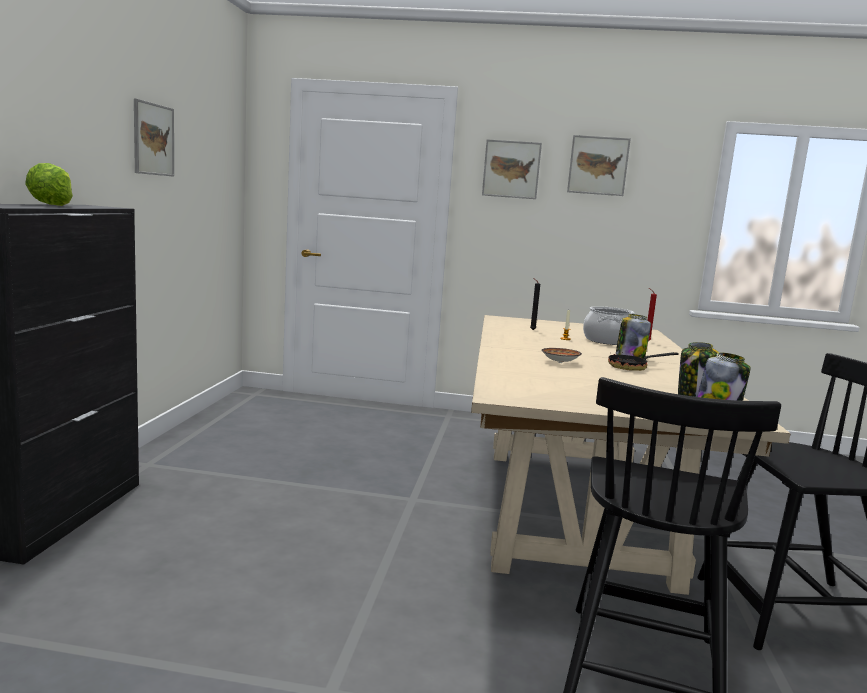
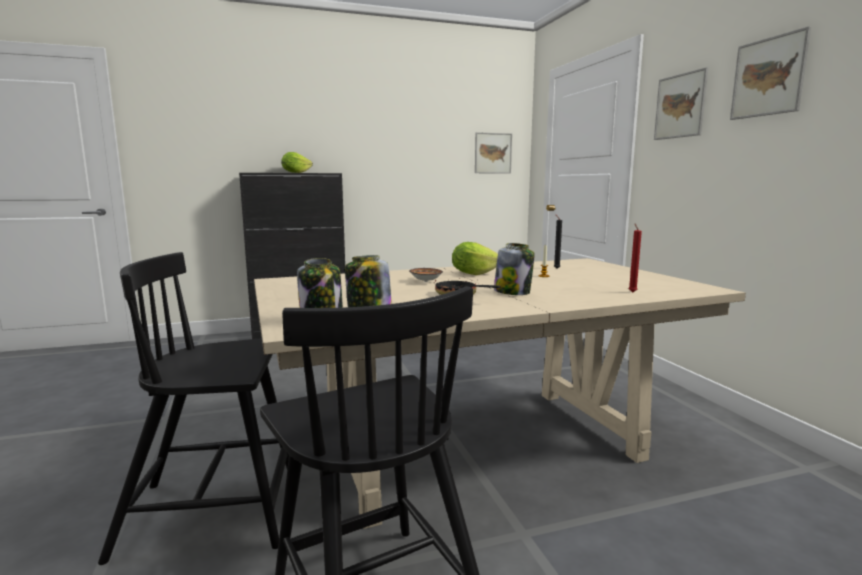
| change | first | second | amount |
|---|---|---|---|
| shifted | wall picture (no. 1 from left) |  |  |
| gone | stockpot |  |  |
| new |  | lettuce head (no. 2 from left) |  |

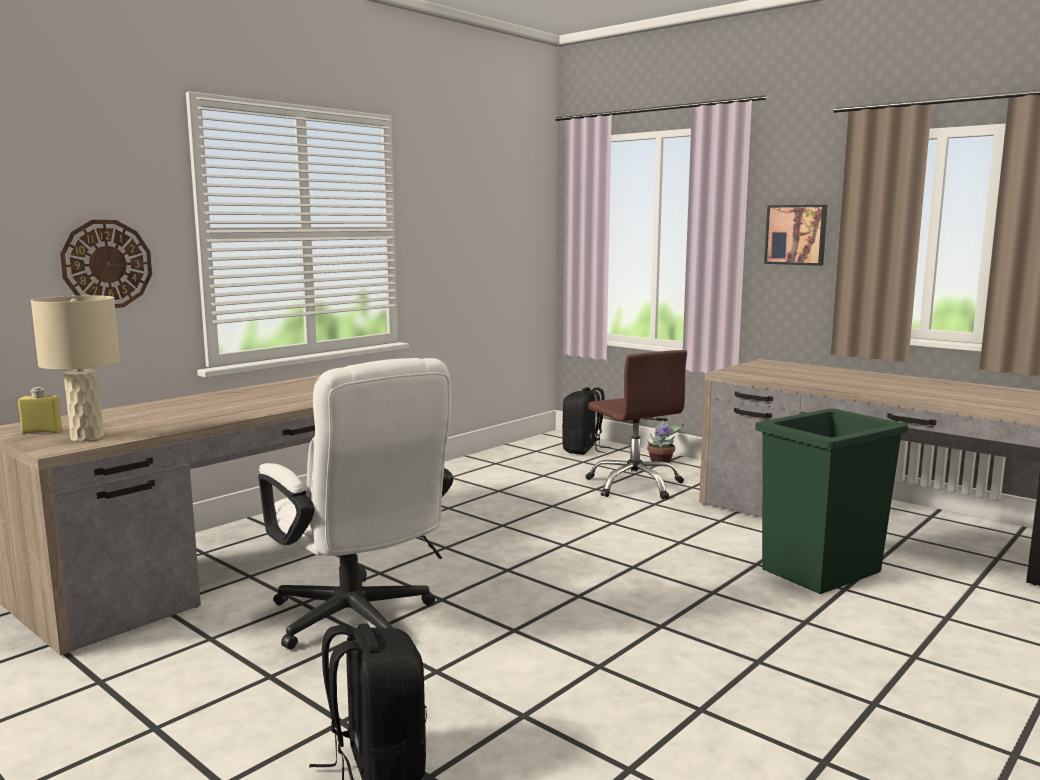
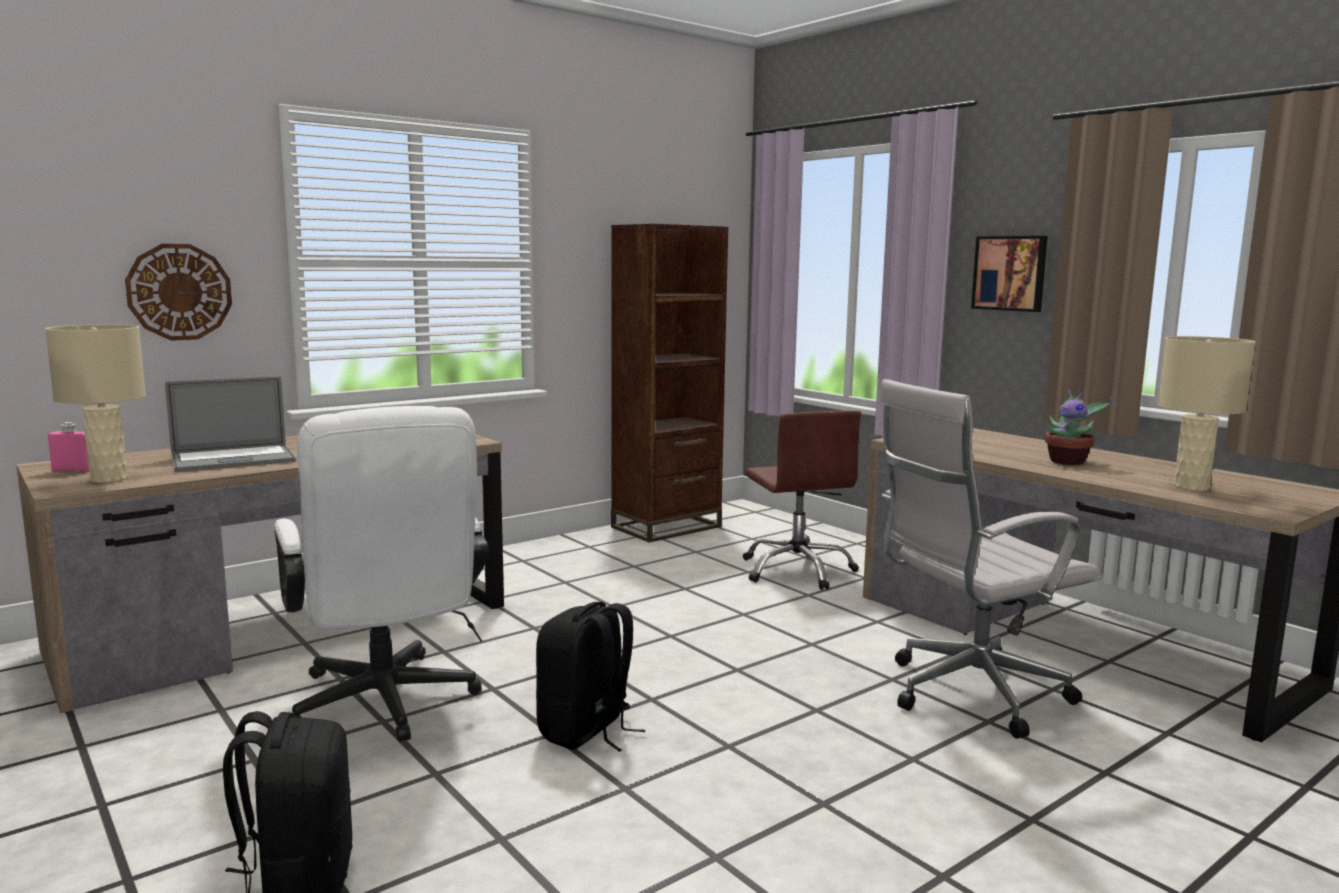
| change | first | second | amount |
|---|---|---|---|
| repainted | beverage bottle in yellowish | beverage bottle in pinkish |  |
| shifted | knapsack in black (no. 2 from left) |  |  |
| swapped | rubbish bin in green-coloured | office chair in whitish (no. 2 from left) |  |
| shifted | plant in a pot |  |  |
| new |  | bookshelf in brownish |  |
| new |  | tabletop lamp in beige-coloured (no. 2 from left) |  |
| new |  | laptop |  |

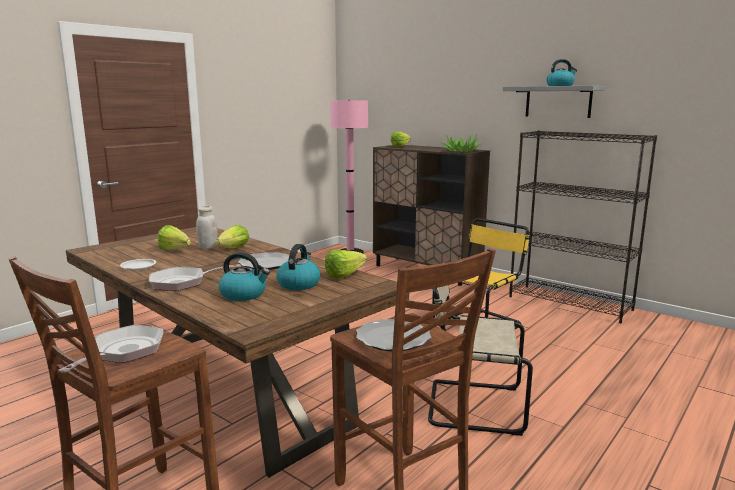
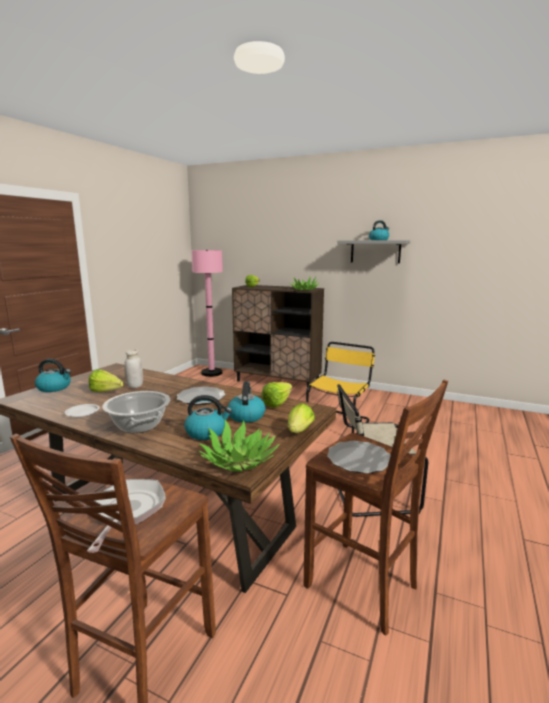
| change | first | second | amount |
|---|---|---|---|
| gone | bookshelf in black |  |  |
| shifted | lettuce head (no. 2 from left in the first image) | lettuce head (no. 4 from left) |  |
| swapped | pan (no. 2 from left) | stockpot |  |
| new |  | water kettle (no. 1 from left) |  |
| new |  | plant in a pot (no. 1 from left) |  |

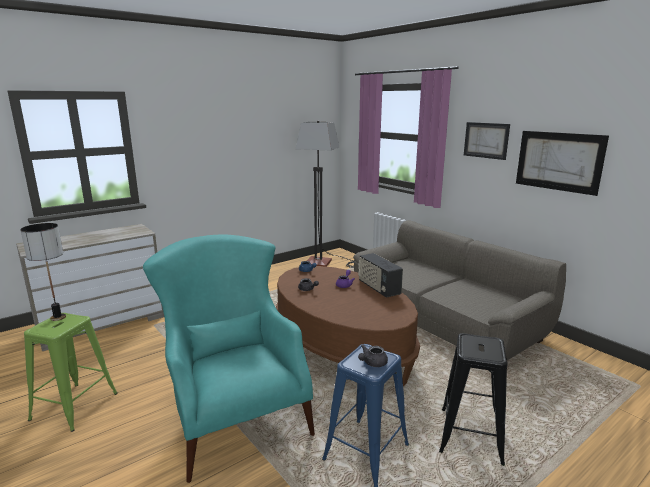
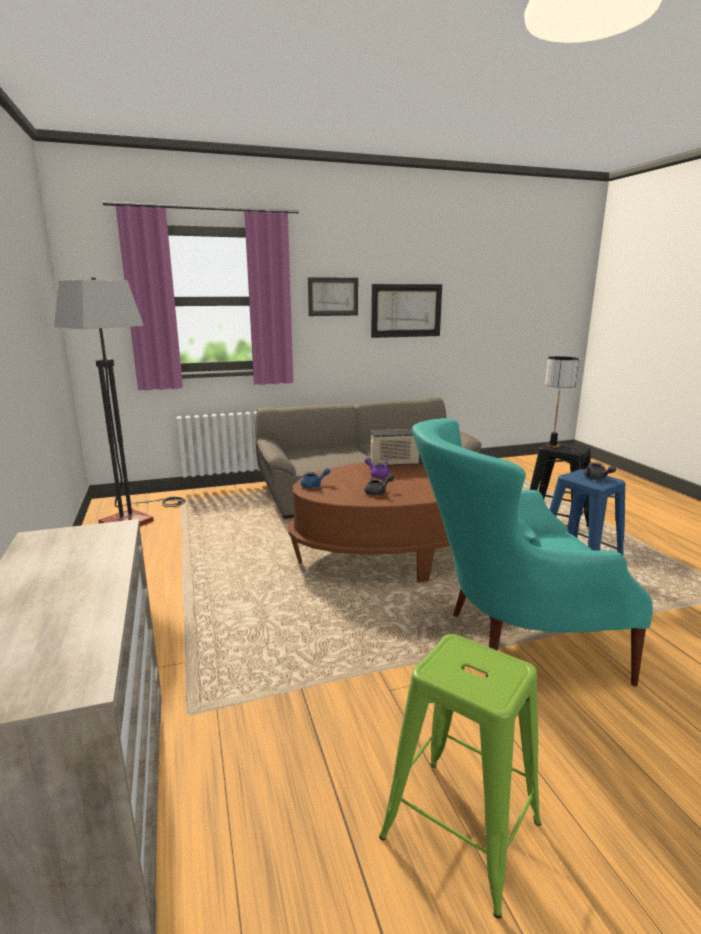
| change | first | second | amount |
|---|---|---|---|
| shifted | tabletop lamp |  |  |

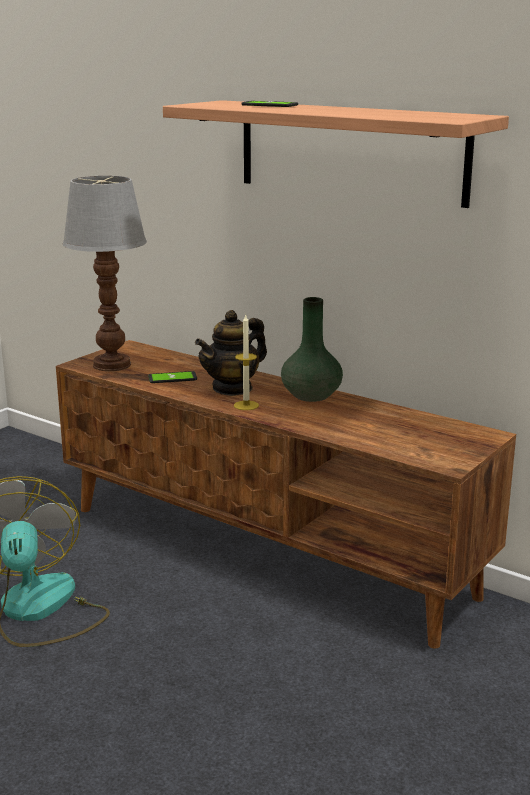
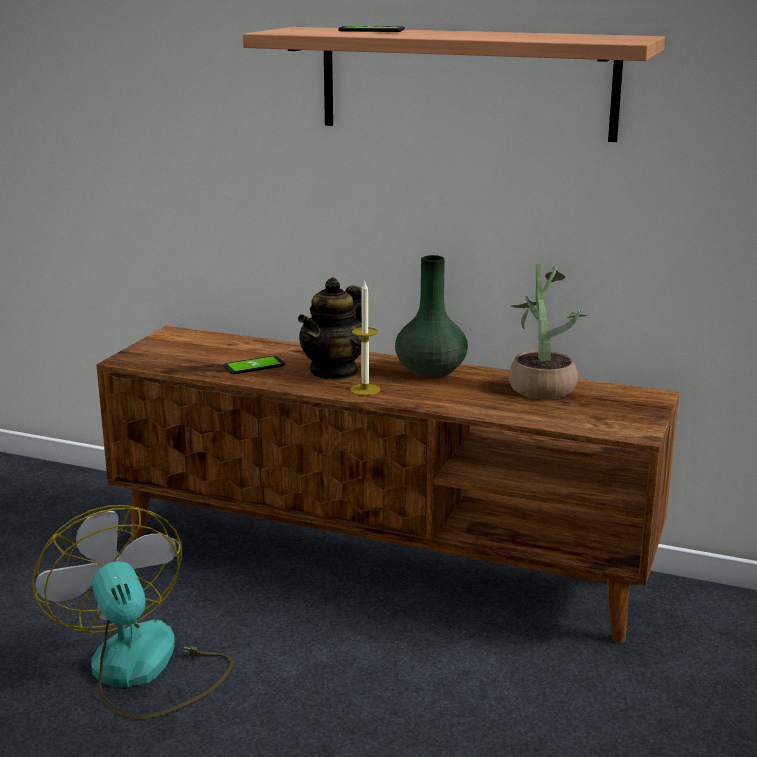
| change | first | second | amount |
|---|---|---|---|
| gone | tabletop lamp |  |  |
| new |  | plant in a pot |  |

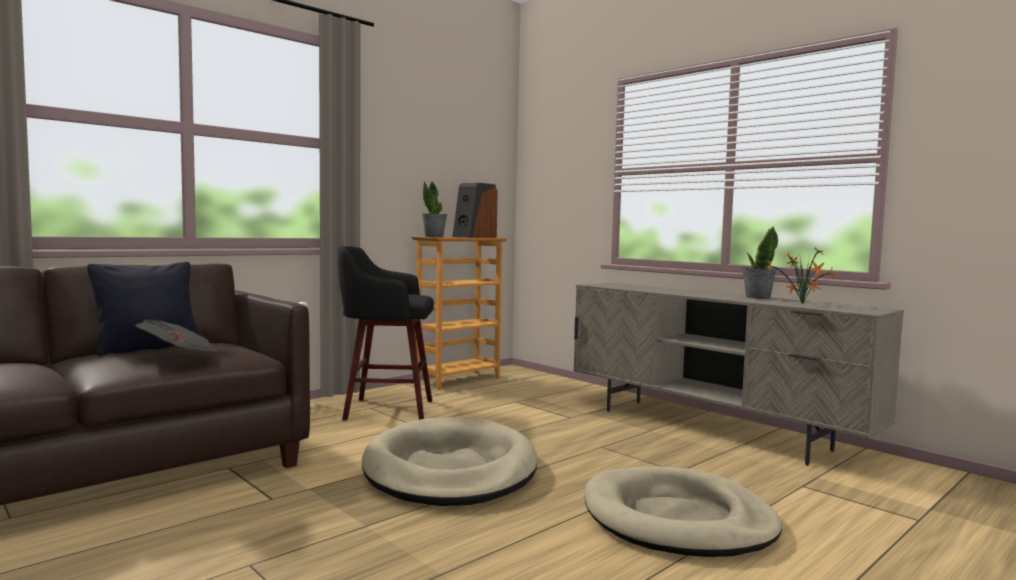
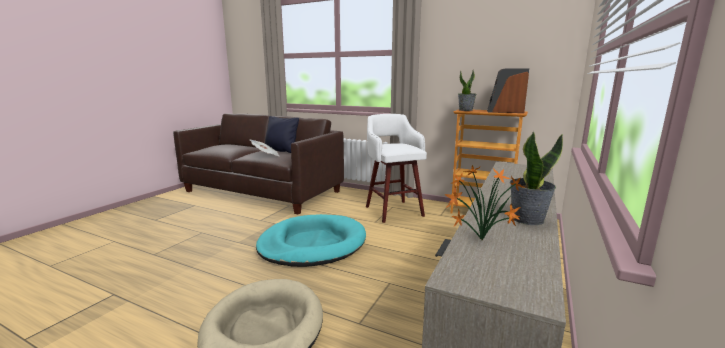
| change | first | second | amount |
|---|---|---|---|
| repainted | stool seat in black | stool seat in whitish |  |
| repainted | dog bed in beige-coloured (no. 1 from left) | dog bed in turquoise |  |

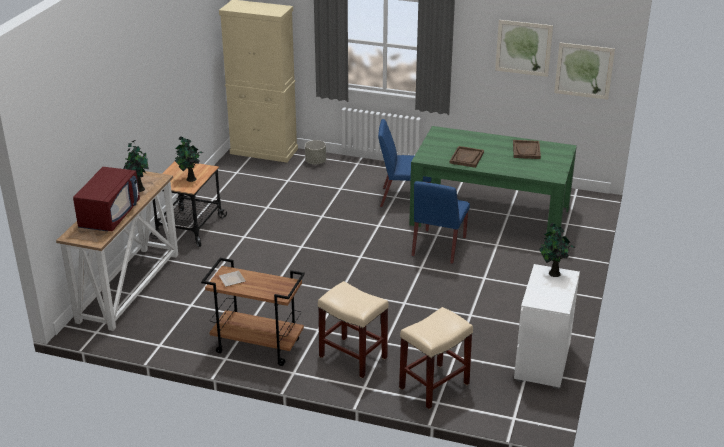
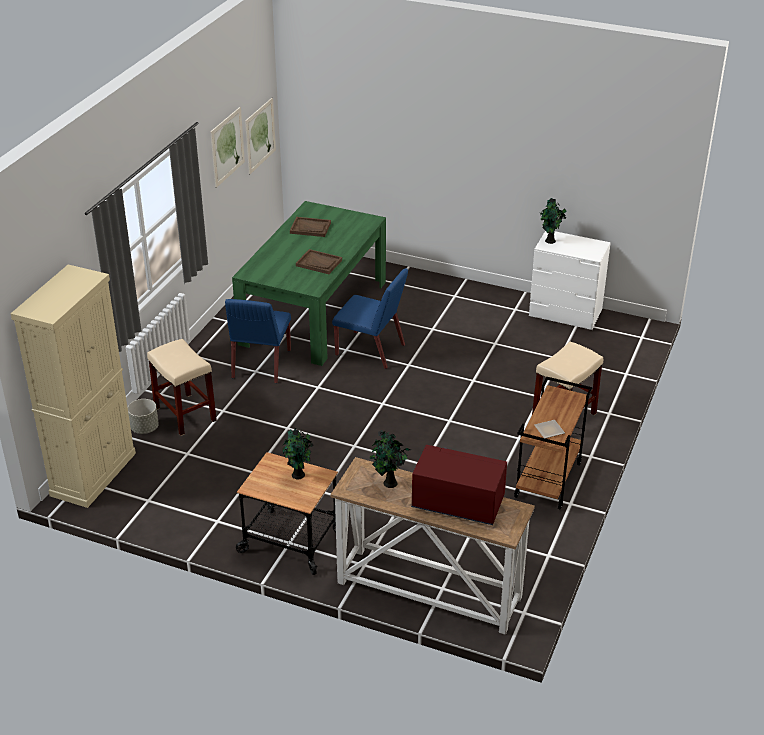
| change | first | second | amount |
|---|---|---|---|
| shifted | stool seat in beige-coloured (no. 2 from left in the first image) | stool seat in beige-coloured (no. 1 from left) |  |

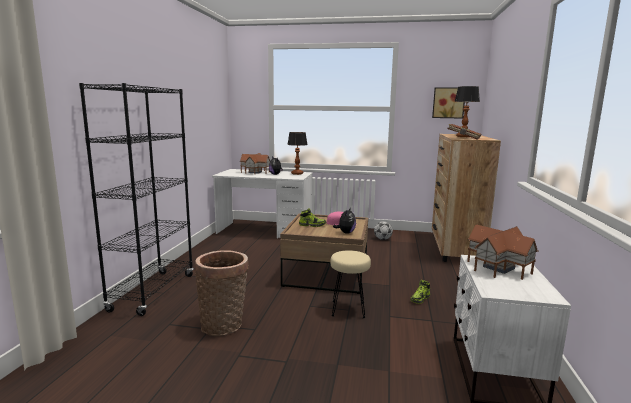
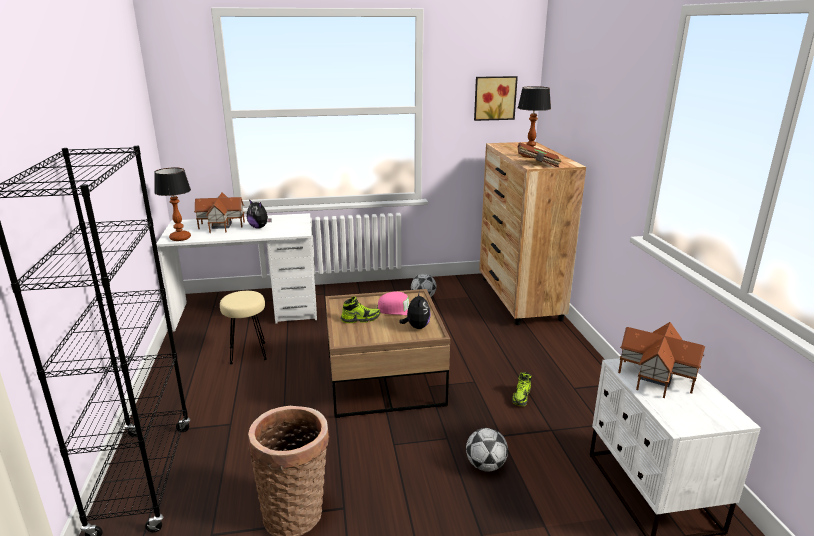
| change | first | second | amount |
|---|---|---|---|
| shifted | tabletop lamp (no. 1 from left) |  |  |
| shifted | stool seat in beige-coloured |  |  |
| new |  | football ball (no. 2 from left) |  |

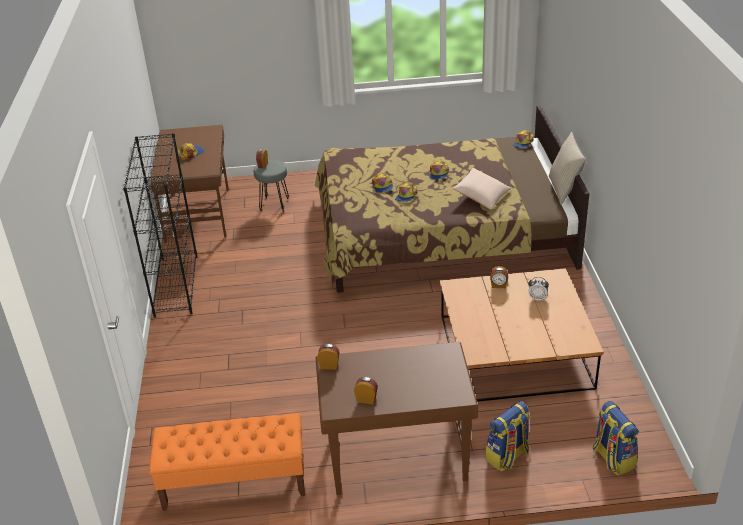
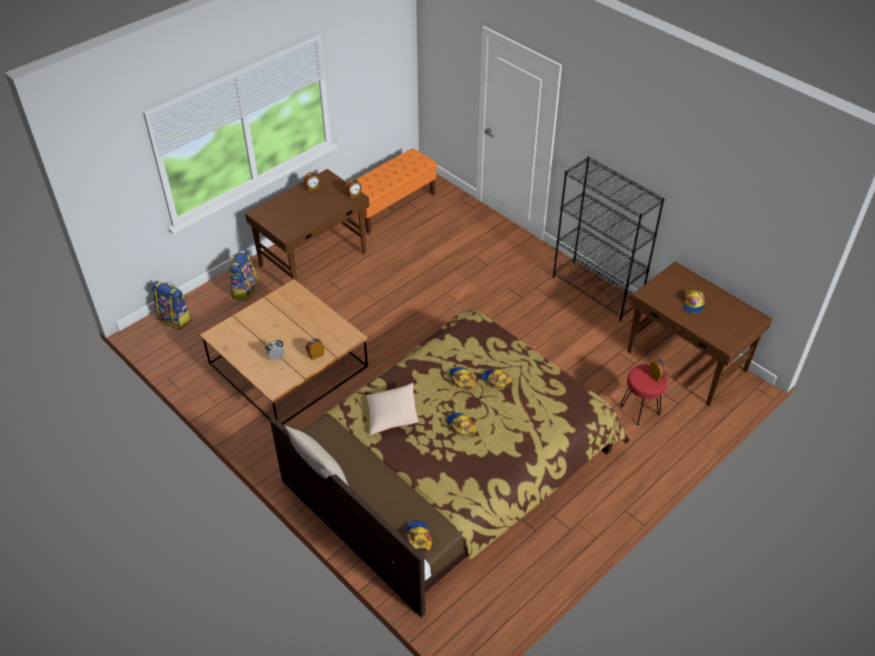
| change | first | second | amount |
|---|---|---|---|
| repainted | stool seat in grey | stool seat in red-coloured |  |

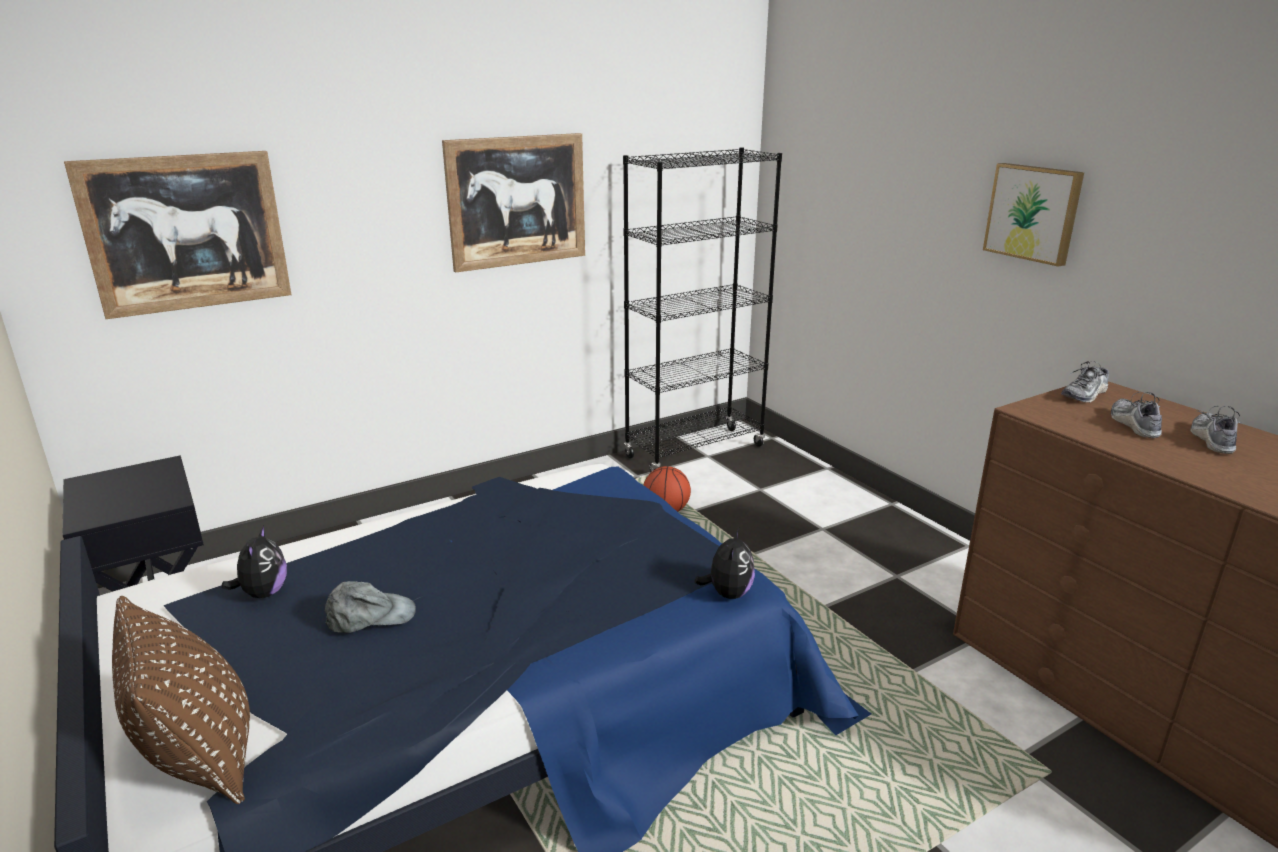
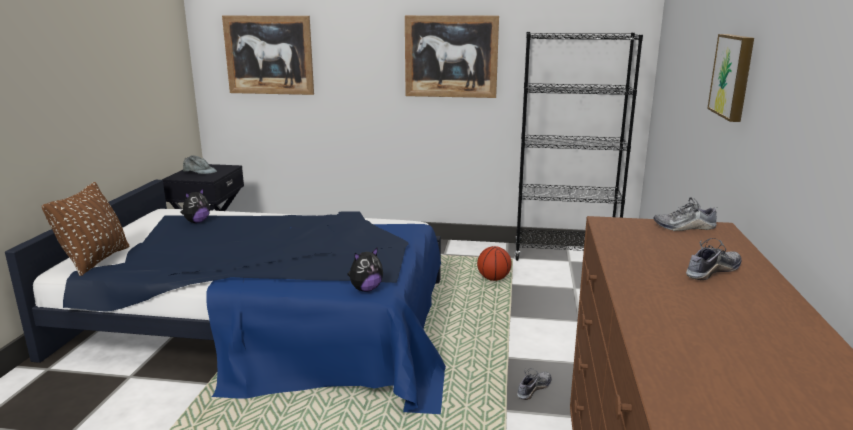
| change | first | second | amount |
|---|---|---|---|
| shifted | shoe (no. 2 from left in the first image) | shoe (no. 1 from left) |  |
| shifted | peaked cap in grey |  |  |

